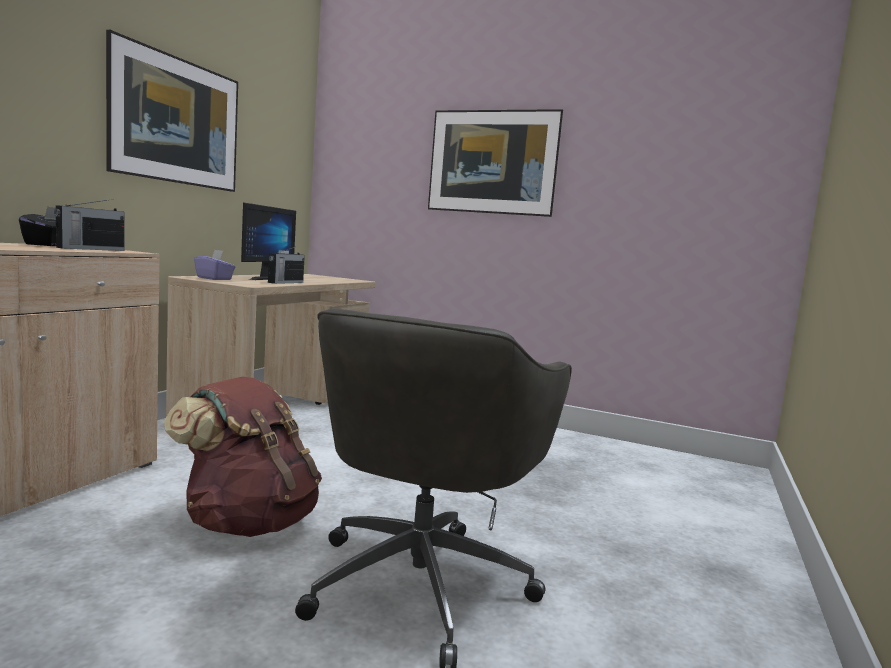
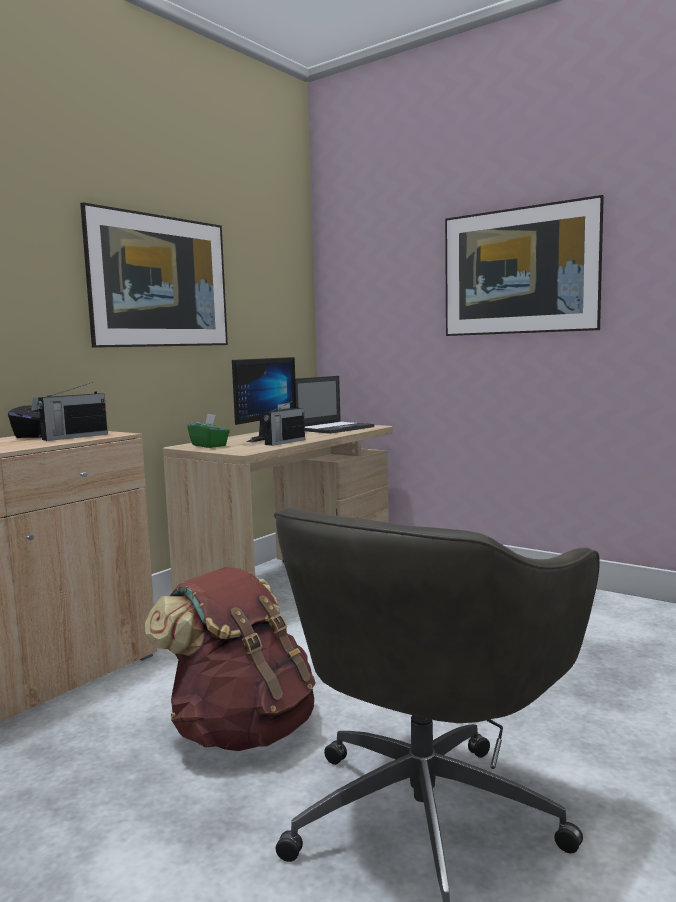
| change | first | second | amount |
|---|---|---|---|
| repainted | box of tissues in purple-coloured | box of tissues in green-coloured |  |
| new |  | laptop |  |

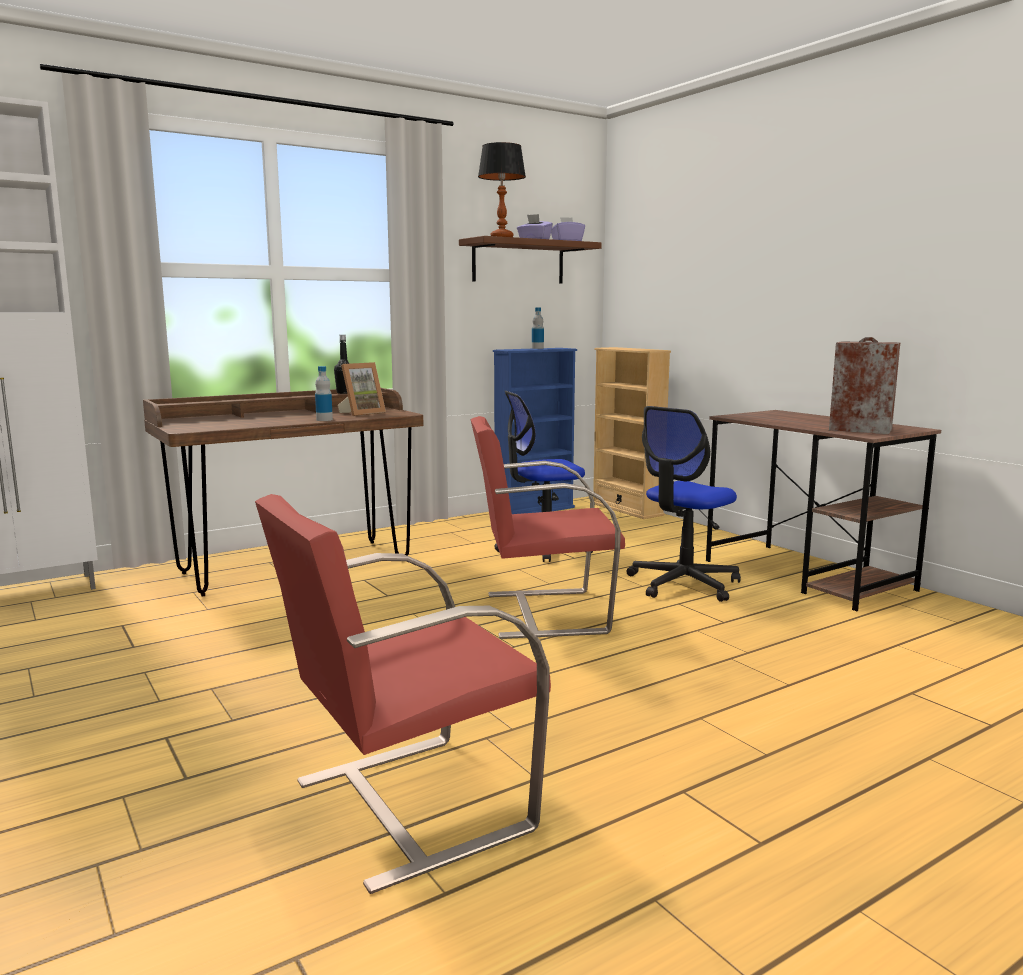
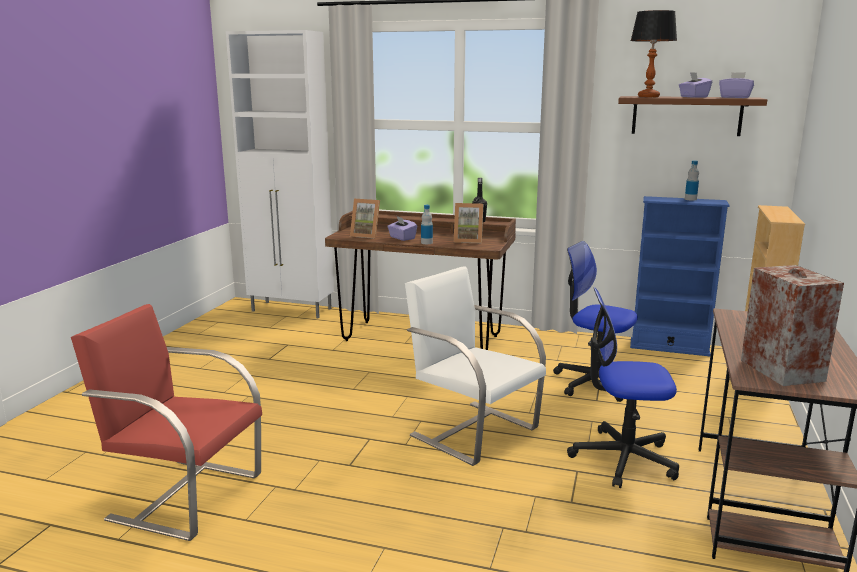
| change | first | second | amount |
|---|---|---|---|
| repainted | plain chair in red-coloured (no. 2 from left) | plain chair in whitish |  |
| new |  | standing frame (no. 1 from left) |  |
| new |  | box of tissues in purple-coloured (no. 1 from left) |  |

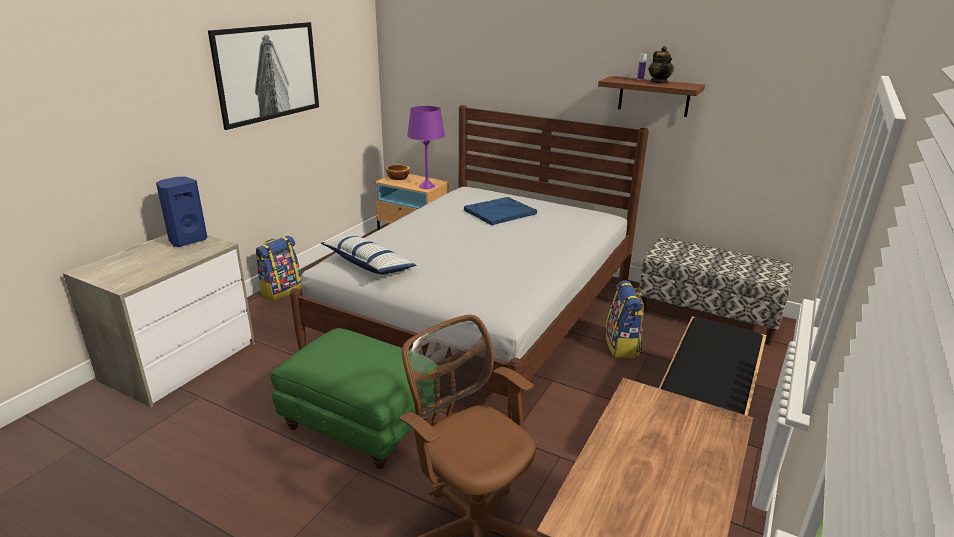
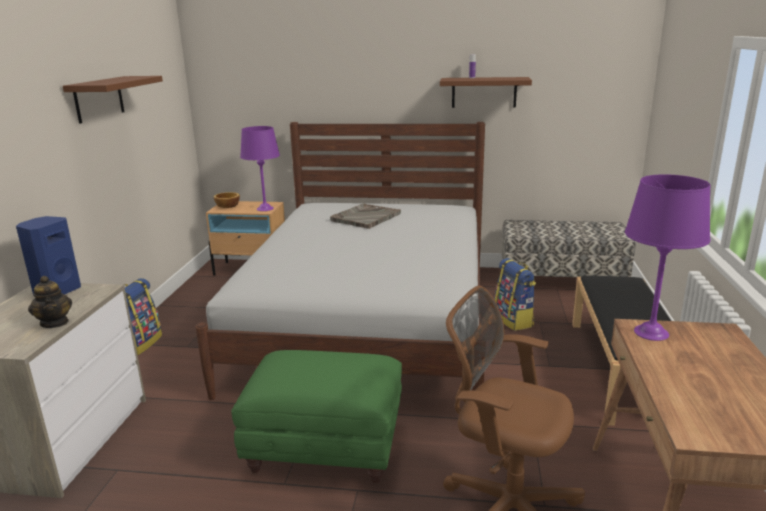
| change | first | second | amount |
|---|---|---|---|
| swapped | wall picture | shelf in brownish (no. 1 from left) |  |
| shifted | teapot |  |  |
| repainted | carrying tray in blue-coloured | carrying tray in grey |  |
| gone | cushion |  |  |
| new |  | tabletop lamp in purple-coloured (no. 2 from left) |  |

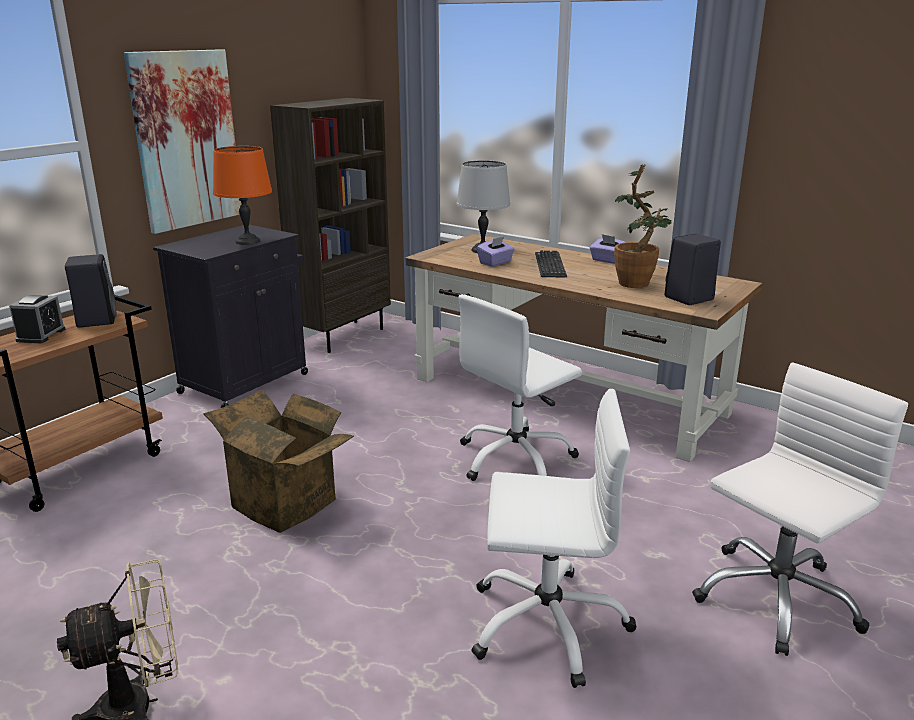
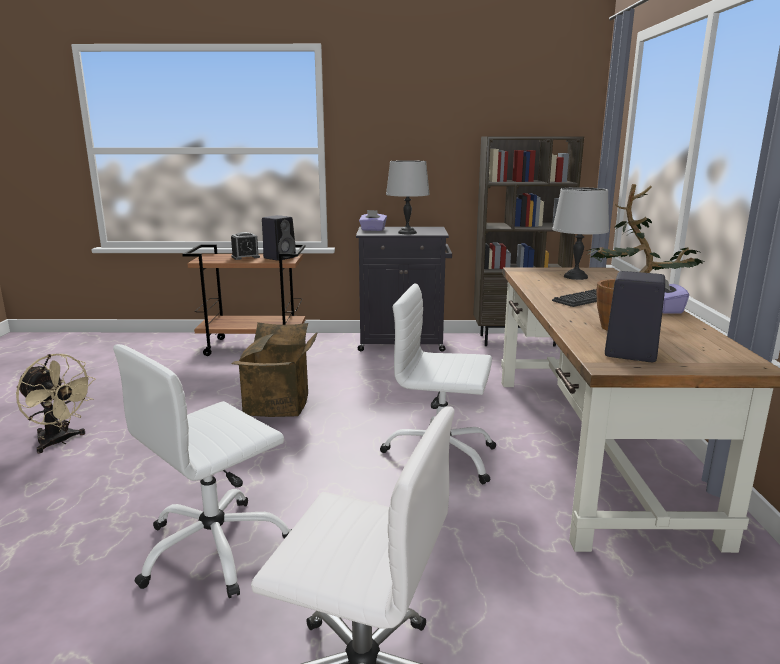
| change | first | second | amount |
|---|---|---|---|
| gone | wall picture |  |  |
| repainted | tabletop lamp in orangey | tabletop lamp in grey (no. 1 from left) |  |
| shifted | box of tissues in purple-coloured (no. 1 from left) |  |  |
| rotated | office chair in whitish (no. 2 from left in the first image) | office chair in whitish (no. 1 from left) | 75 degrees clockwise |

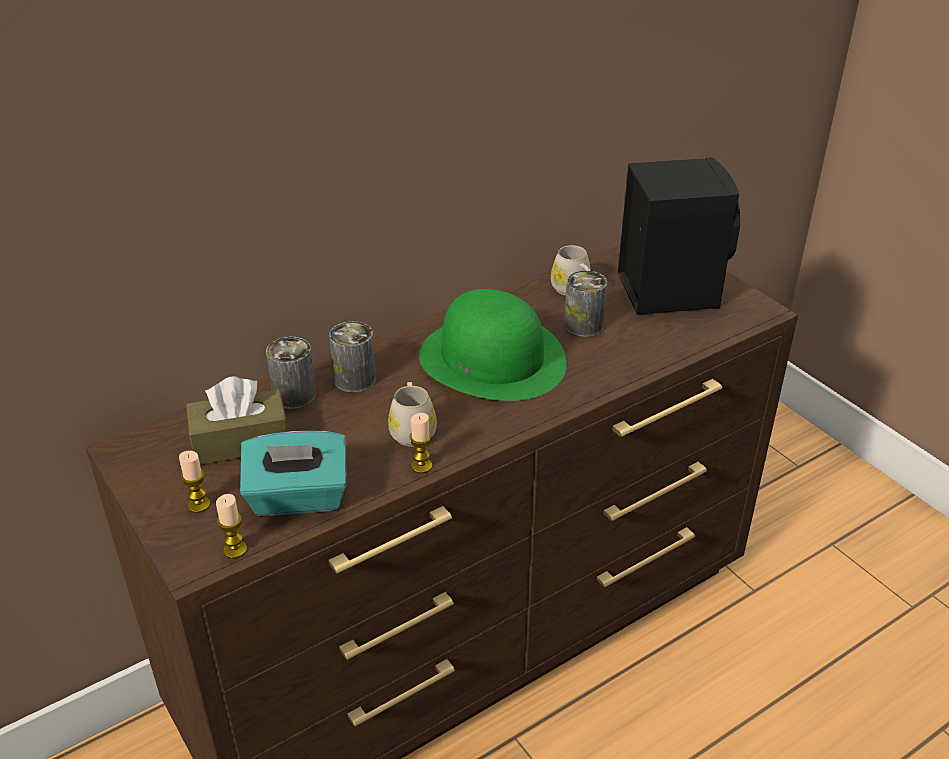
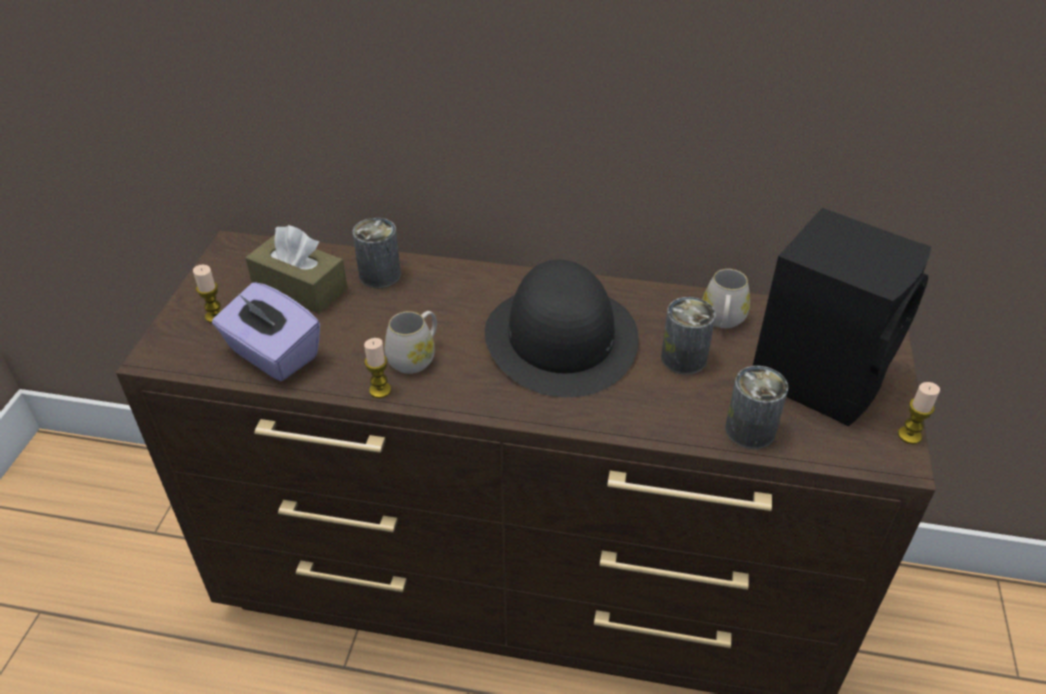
| change | first | second | amount |
|---|---|---|---|
| repainted | hat in green-coloured | hat in black |  |
| shifted | sealed can (no. 2 from left in the first image) | sealed can (no. 3 from left) |  |
| repainted | box of tissues in turquoise | box of tissues in purple-coloured |  |
| shifted | wax candle (no. 2 from left in the first image) | wax candle (no. 3 from left) |  |

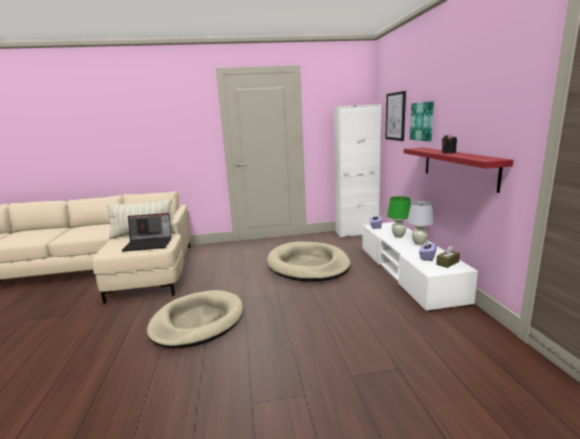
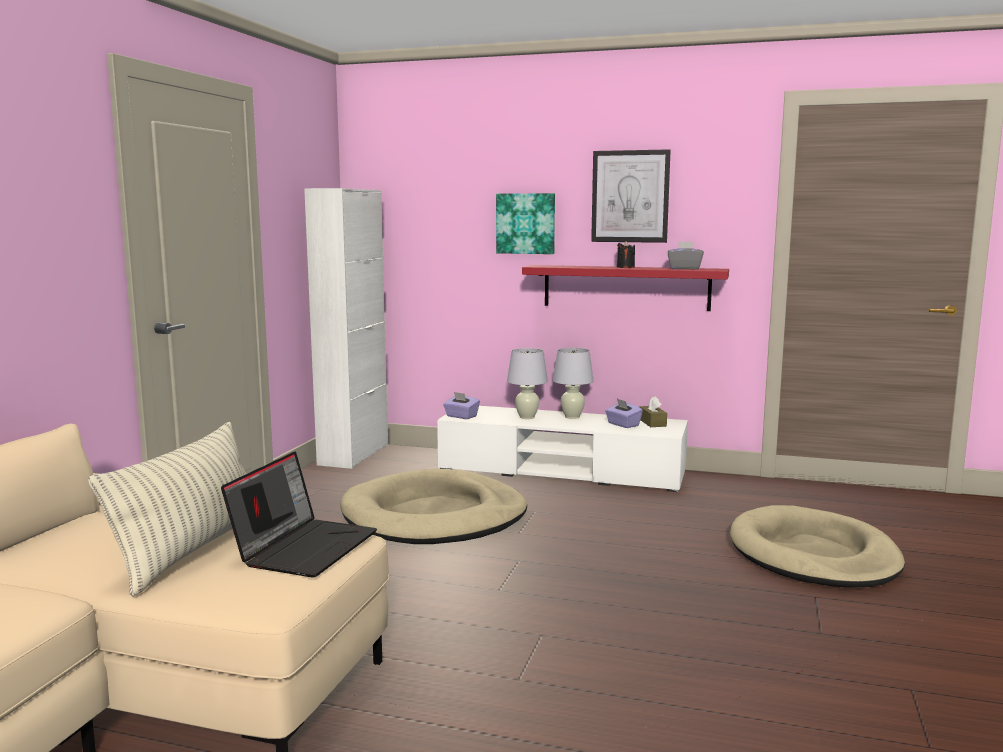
| change | first | second | amount |
|---|---|---|---|
| shifted | wall picture (no. 1 from left in the first image) | wall picture (no. 2 from left) |  |
| repainted | tabletop lamp in green-coloured | tabletop lamp in whitish (no. 1 from left) |  |
| shifted | dog bed in beige-coloured (no. 1 from left in the first image) | dog bed in beige-coloured (no. 2 from left) |  |
| new |  | box of tissues in grey |  |

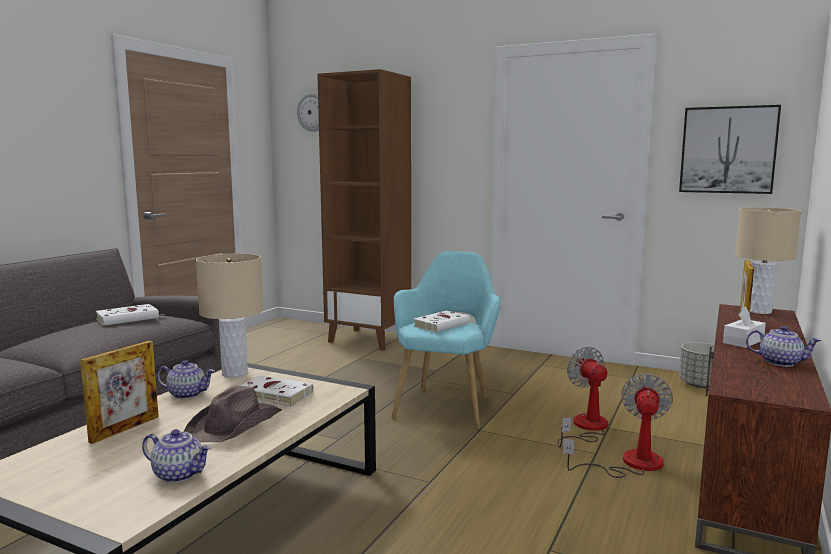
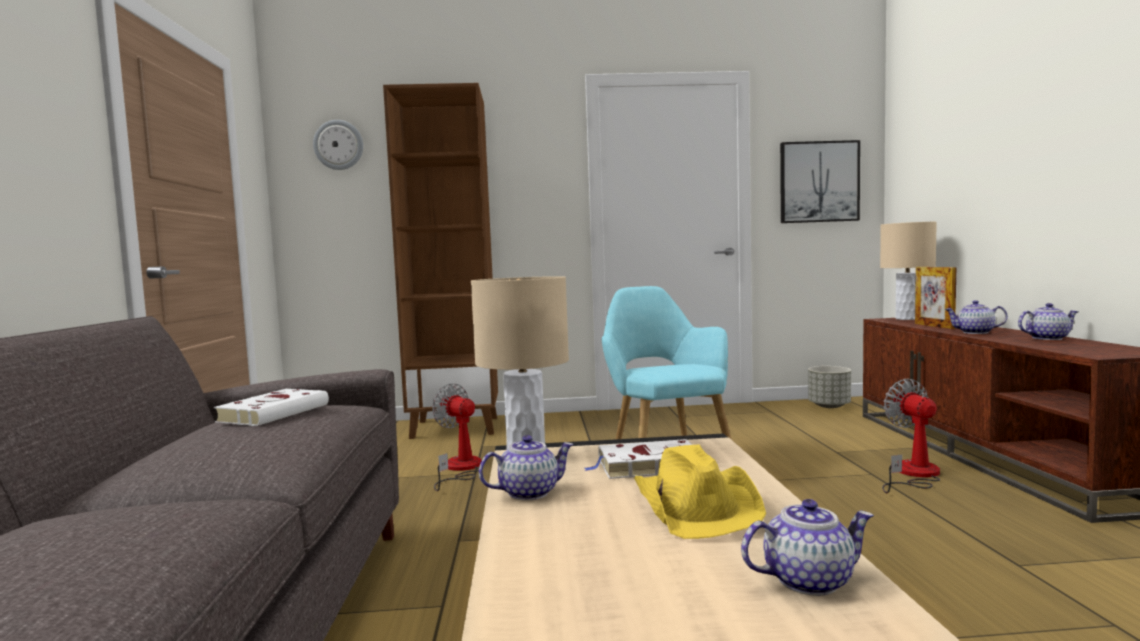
| change | first | second | amount |
|---|---|---|---|
| swapped | box of tissues in whitish | teapot (no. 3 from left) |  |
| gone | bound book in whitish (no. 3 from left) |  |  |
| gone | standing frame (no. 1 from left) |  |  |
| shifted | electric fan (no. 1 from left) |  |  |
| repainted | hat in brownish | hat in yellowish |  |

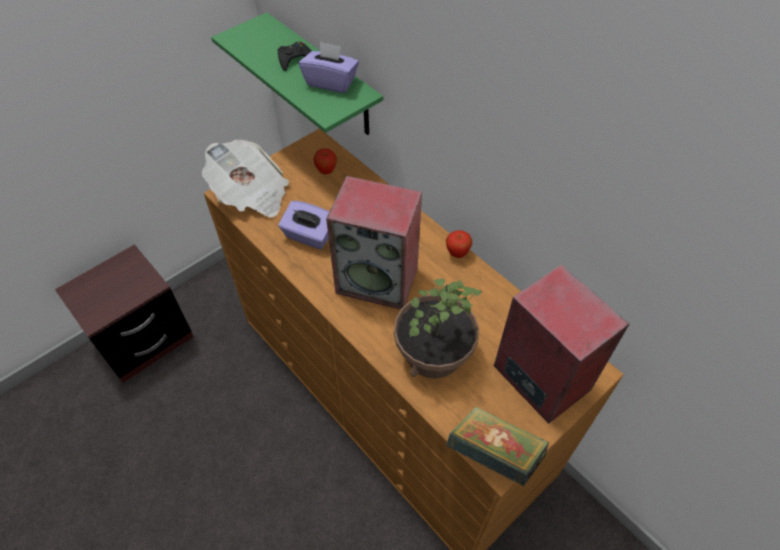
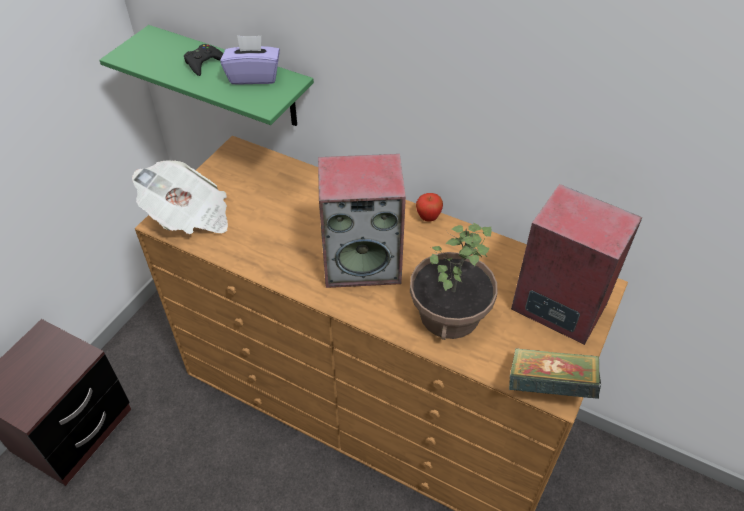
| change | first | second | amount |
|---|---|---|---|
| gone | whole apple (no. 1 from left) |  |  |
| gone | box of tissues in purple-coloured (no. 1 from left) |  |  |

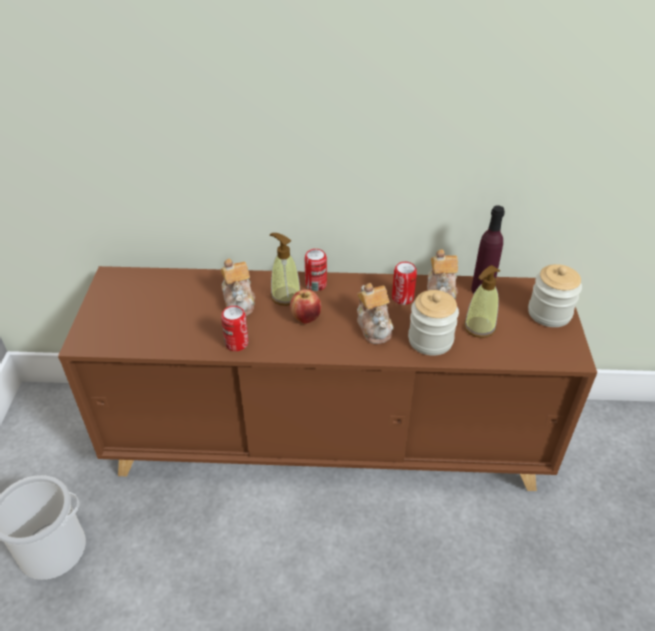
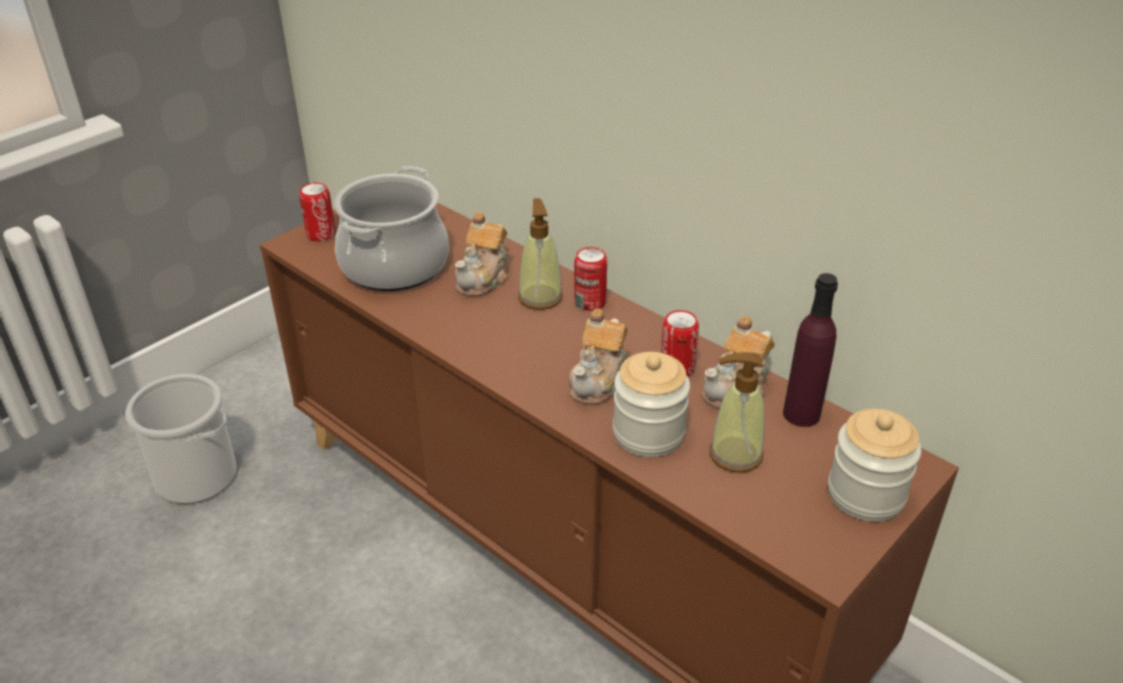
| change | first | second | amount |
|---|---|---|---|
| gone | whole apple |  |  |
| shifted | sealed can (no. 1 from left) |  |  |
| new |  | stockpot |  |

